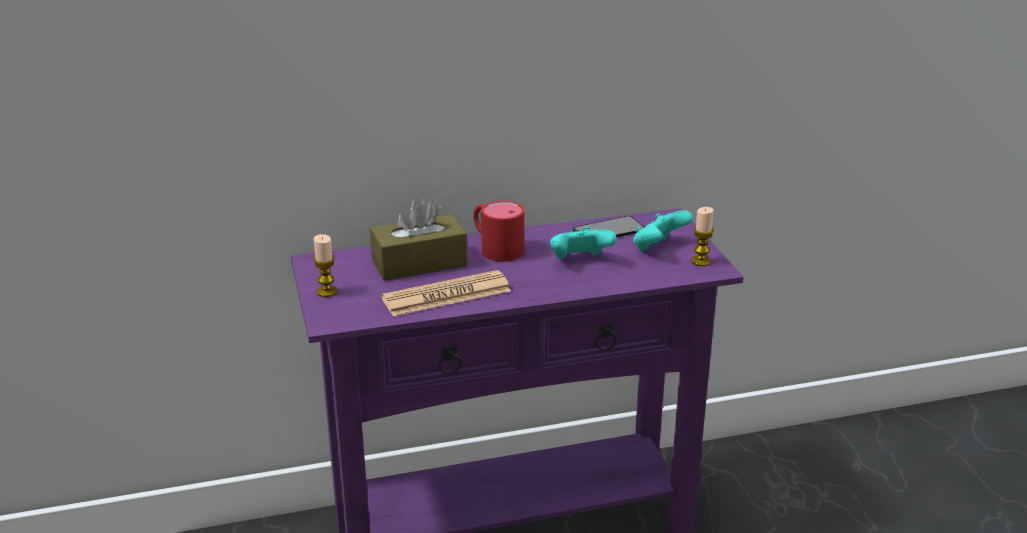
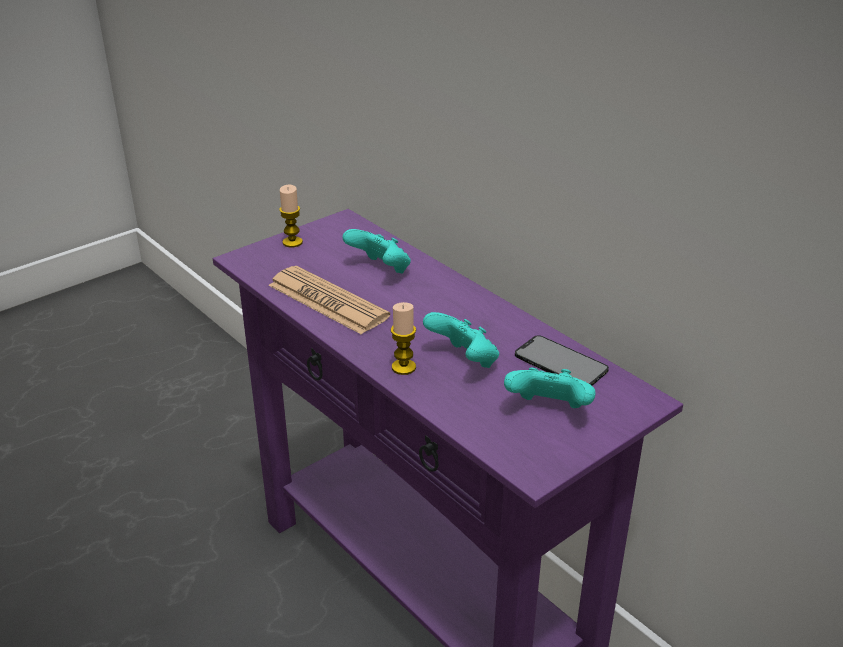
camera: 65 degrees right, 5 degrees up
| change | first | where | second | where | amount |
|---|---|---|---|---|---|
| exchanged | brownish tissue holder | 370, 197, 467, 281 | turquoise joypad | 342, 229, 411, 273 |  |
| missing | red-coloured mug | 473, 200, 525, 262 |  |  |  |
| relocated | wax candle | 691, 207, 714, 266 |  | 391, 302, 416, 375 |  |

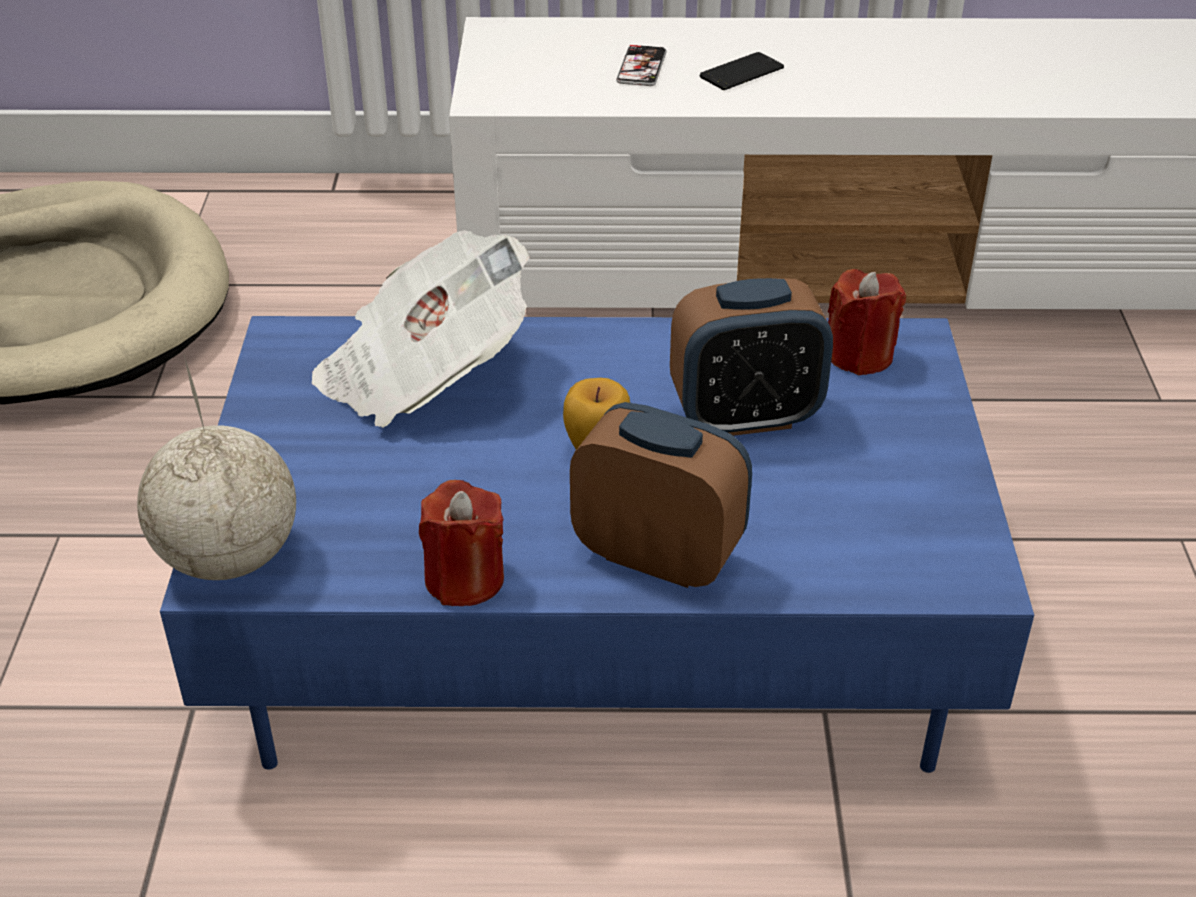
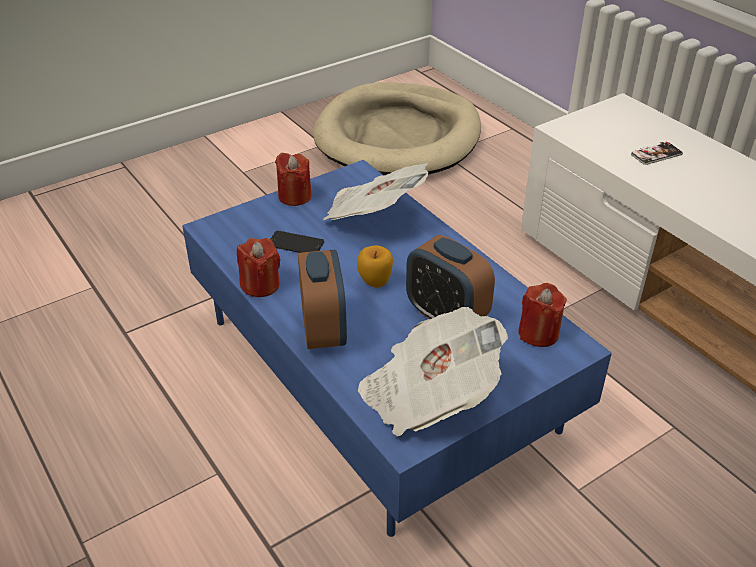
camera: 55 degrees right, 0 degrees up
| change | first | where | second | where | amount |
|---|---|---|---|---|---|
| missing | globe | 137, 352, 296, 580 |  |  |  |
| relocated | phone | 700, 52, 784, 90 |  | 270, 231, 324, 253 |  |
| appeared |  |  | red-coloured wax candle | 275, 153, 312, 206 |  |
| appeared |  |  | printed paper | 358, 307, 508, 437 |  |

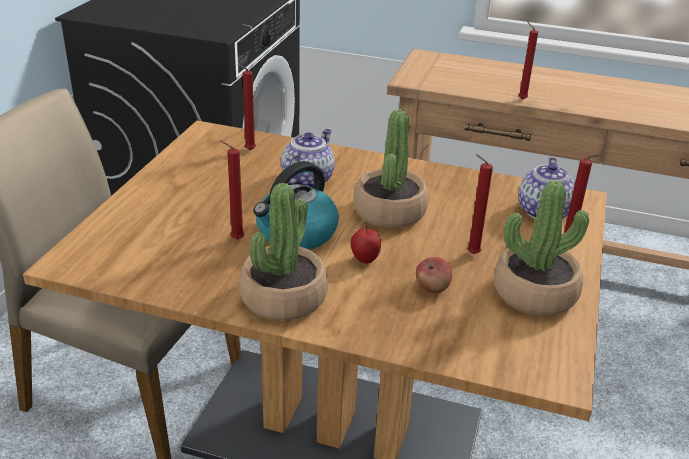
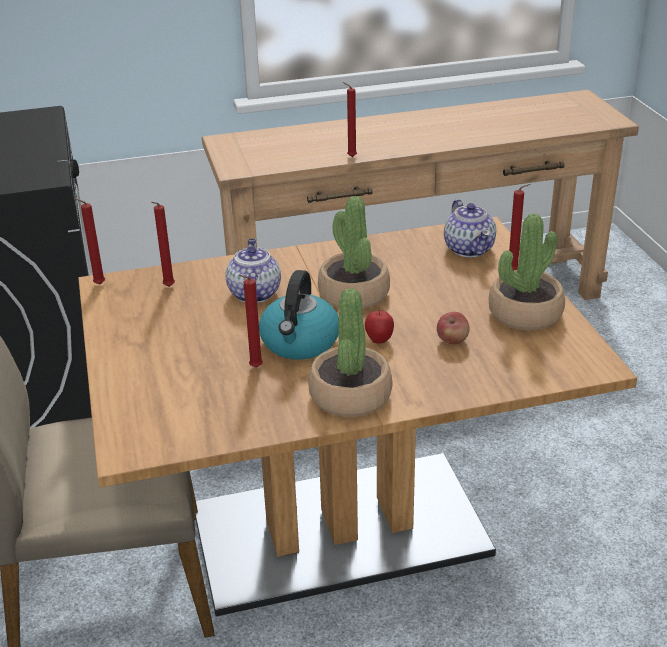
camera: 30 degrees left, 0 degrees up
| change | first | where | second | where | amount |
|---|---|---|---|---|---|
| relocated | red-coloured wax candle | 467, 154, 493, 254 |  | 74, 198, 105, 285 |  |

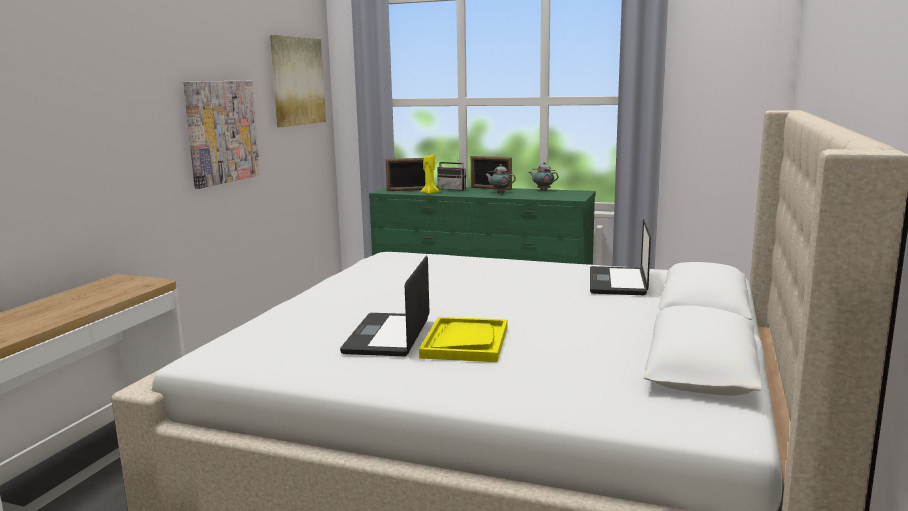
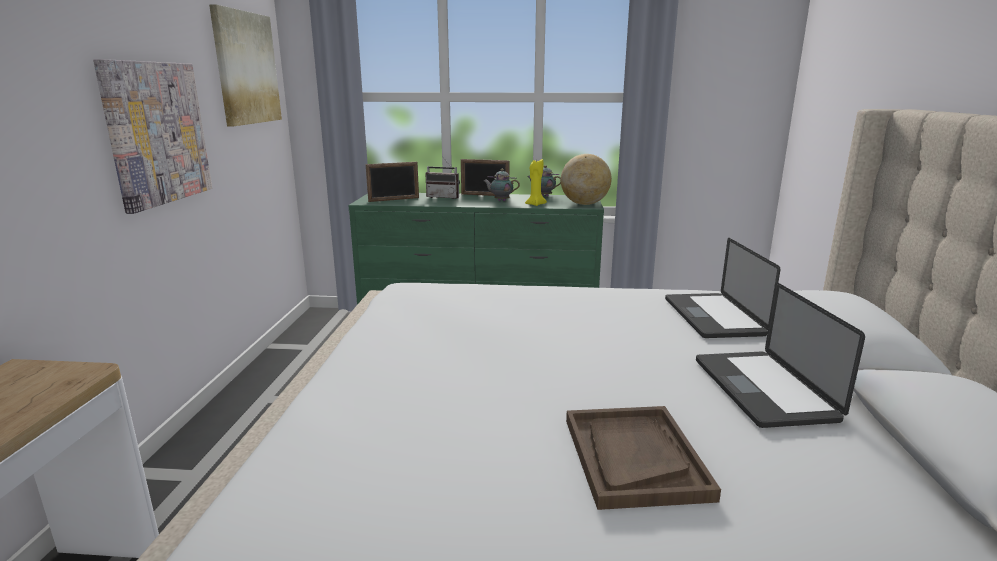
camera: 15 degrees left, 5 degrees up
| change | first | where | second | where | amount |
|---|---|---|---|---|---|
| relocated | notebook computer | 340, 256, 429, 356 |  | 696, 283, 865, 428 |  |
| colour | yellow-coloured tray | 419, 317, 507, 362 | brownish tray | 566, 406, 721, 510 |  |
| relocated | yellow-coloured wax candle | 420, 155, 439, 194 |  | 525, 158, 547, 206 |  |
| appeared |  |  | globe | 561, 154, 612, 205 |  |

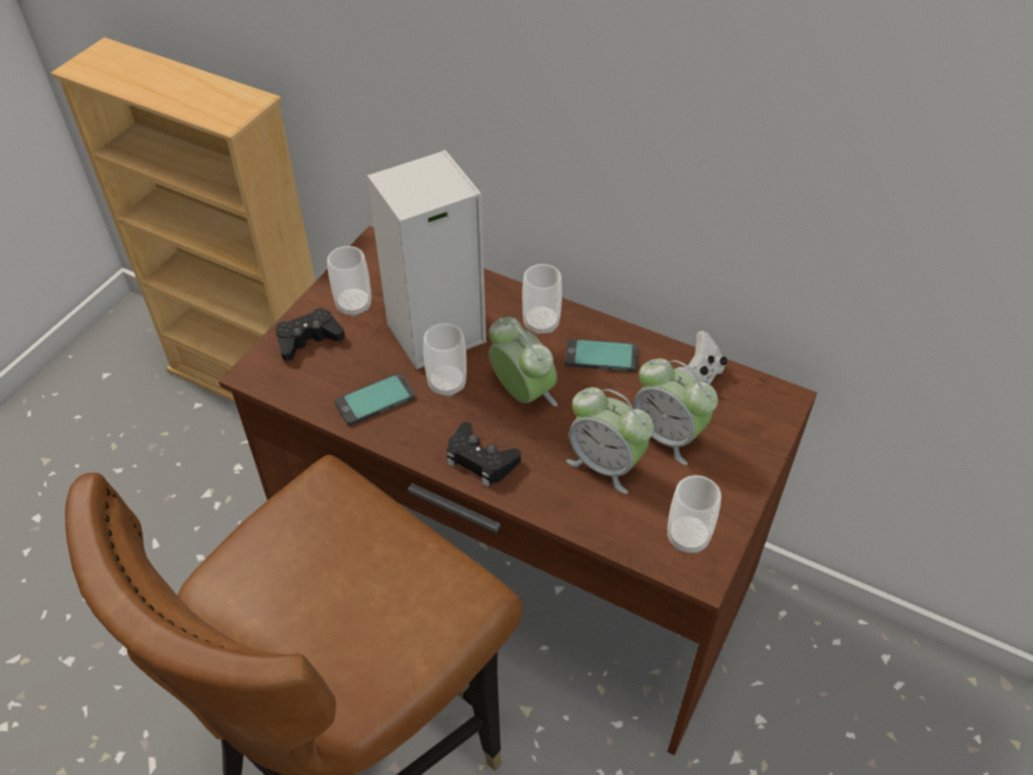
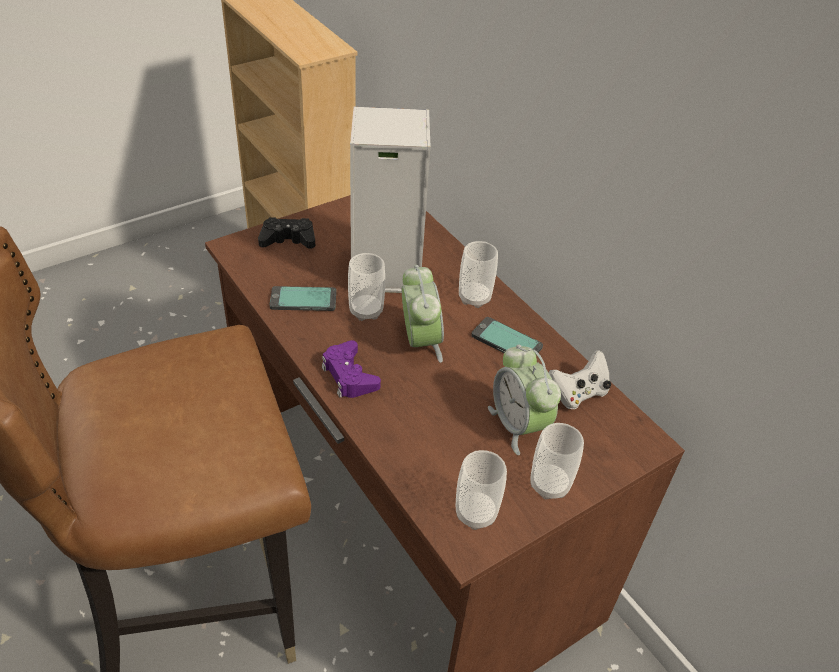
camera: 25 degrees right, 5 degrees down
| change | first | where | second | where | amount |
|---|---|---|---|---|---|
| relocated | drinking cup | 327, 246, 371, 317 |  | 530, 423, 584, 499 |  |
| colour | blackish joypad | 447, 422, 521, 487 | purple joypad | 322, 340, 381, 398 |  |
| missing | bedside clock | 566, 387, 654, 494 |  |  |  |

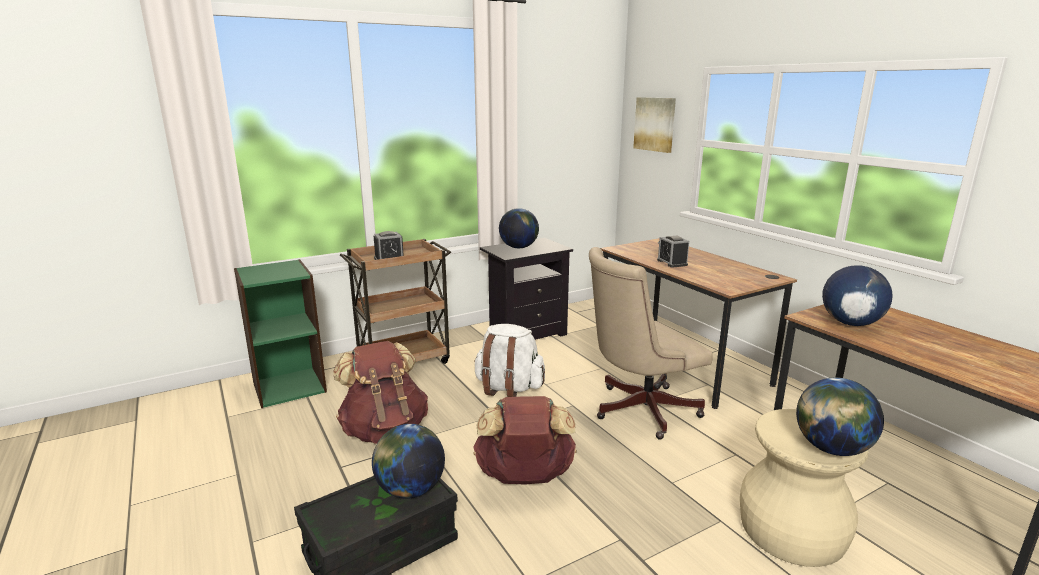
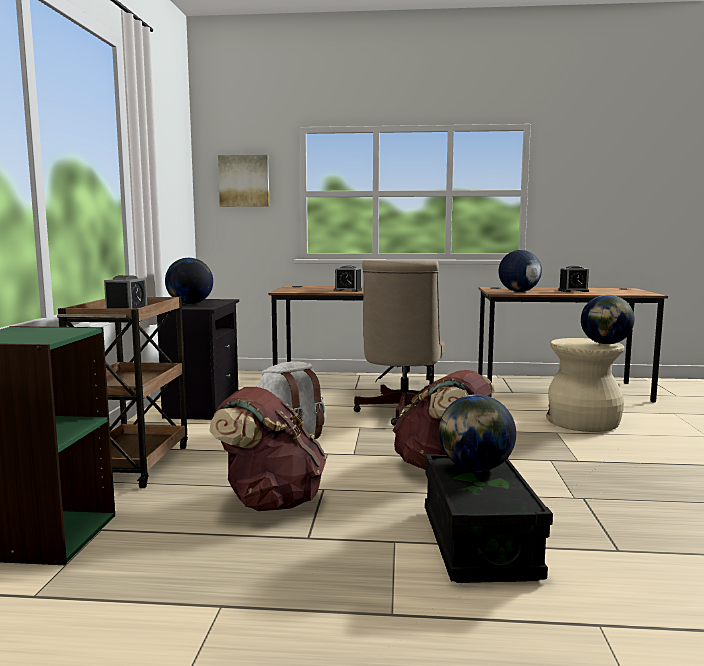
camera: 55 degrees left, 10 degrees down
| change | first | where | second | where | amount |
|---|---|---|---|---|---|
| appeared |  |  | bedside clock | 558, 266, 589, 292 |  |

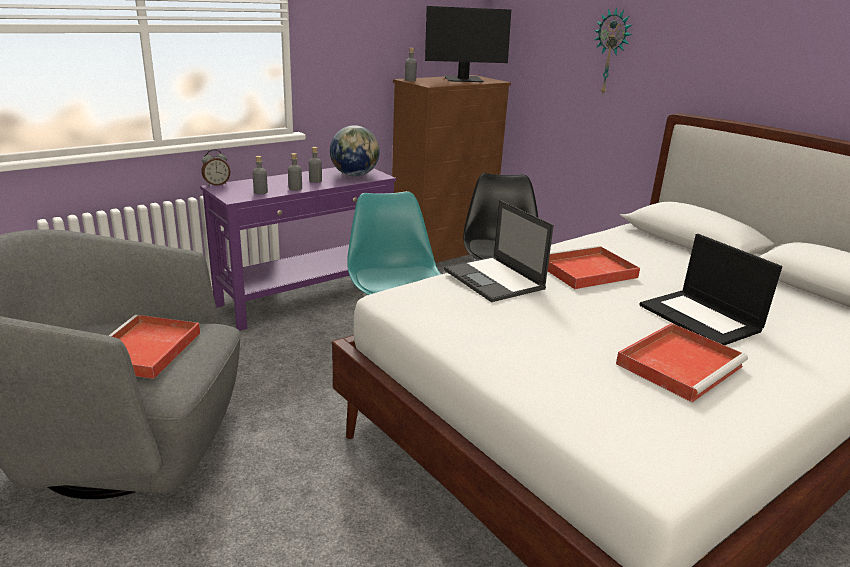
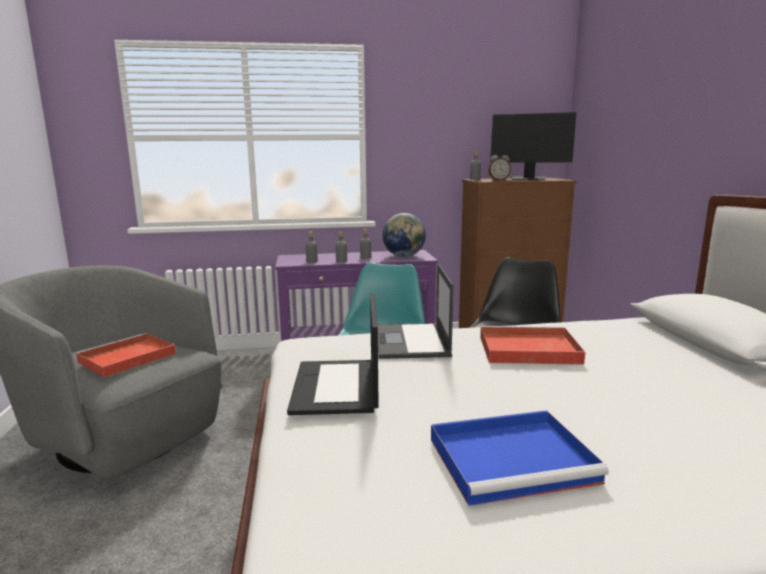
camera: 30 degrees right, 10 degrees down
| change | first | where | second | where | amount |
|---|---|---|---|---|---|
| relocated | bedside clock | 201, 149, 230, 186 |  | 488, 151, 511, 181 |  |
| missing | wall clock | 594, 7, 632, 96 |  |  |  |
| colour | red-coloured tray | 616, 323, 748, 402 | blue tray | 431, 410, 609, 506 |  |
| relocated | notebook computer | 639, 234, 782, 345 |  | 287, 293, 379, 415 |  |

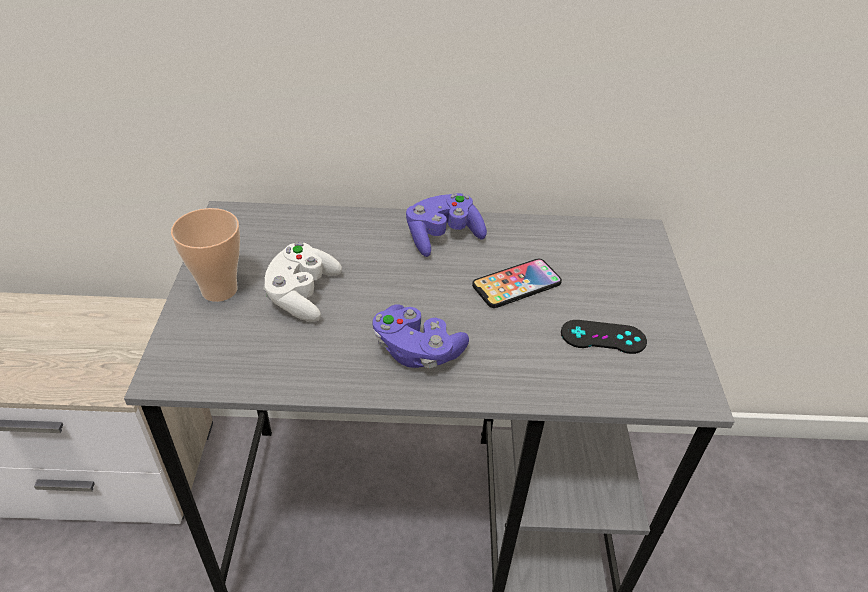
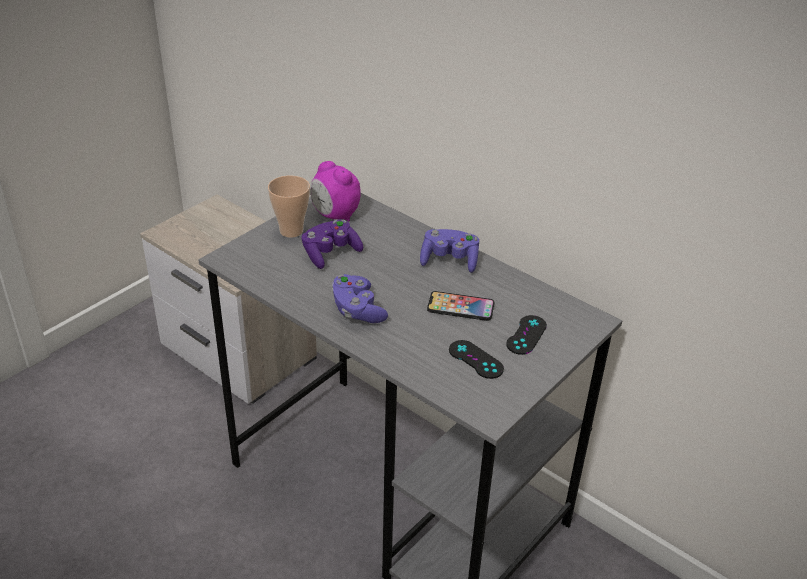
camera: 40 degrees right, 5 degrees down
| change | first | where | second | where | amount |
|---|---|---|---|---|---|
| colour | whitish joypad | 263, 242, 342, 322 | purple joypad | 302, 219, 363, 269 |  |
| appeared |  |  | bedside clock | 310, 161, 361, 222 |  |
| appeared |  |  | blackish joypad | 506, 315, 547, 355 |  |

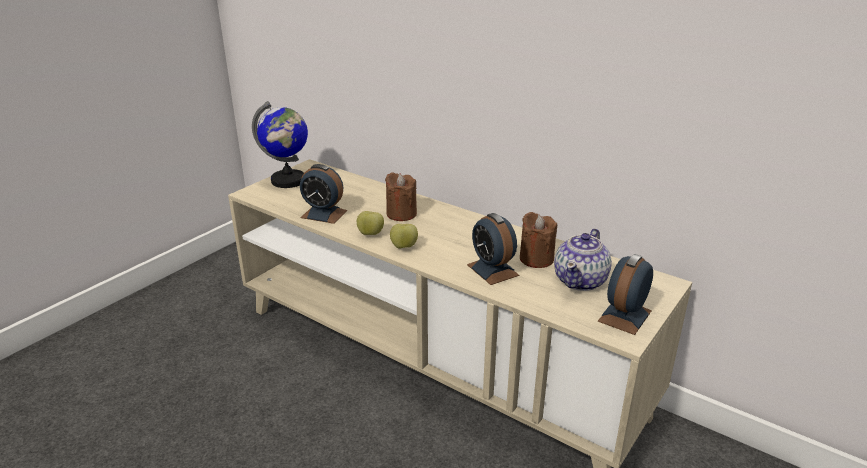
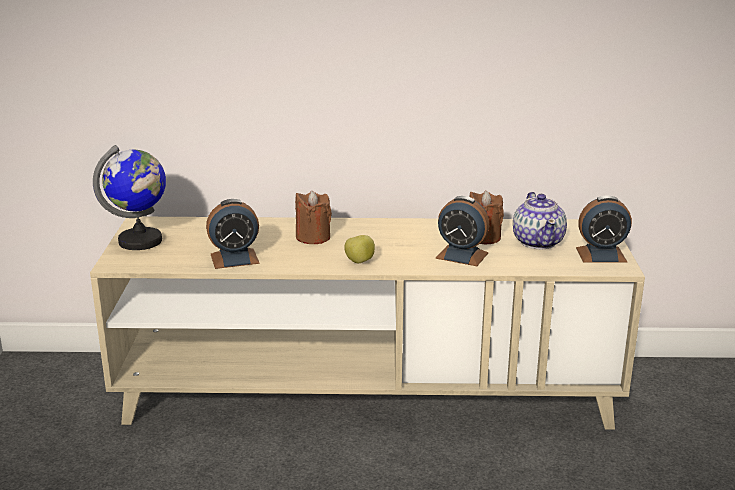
camera: 35 degrees left, 5 degrees down
| change | first | where | second | where | amount |
|---|---|---|---|---|---|
| missing | apple fruit | 357, 211, 384, 235 |  |  |  |
| spun | bedside clock | 598, 254, 653, 335 |  | 576, 195, 632, 263 | 90 degrees counterclockwise |

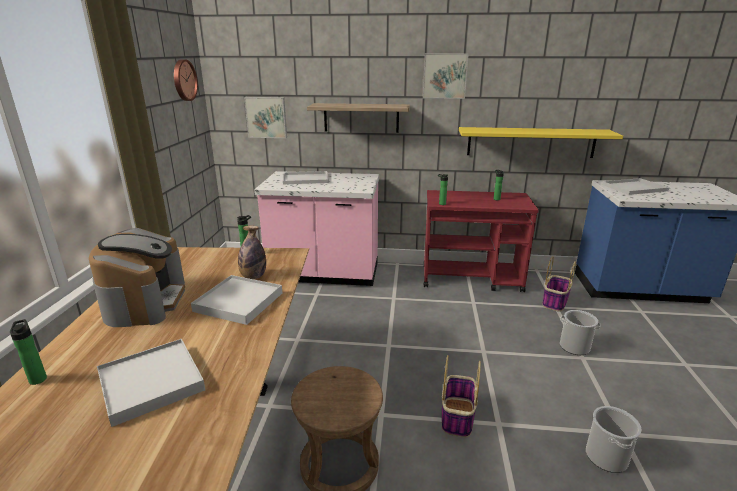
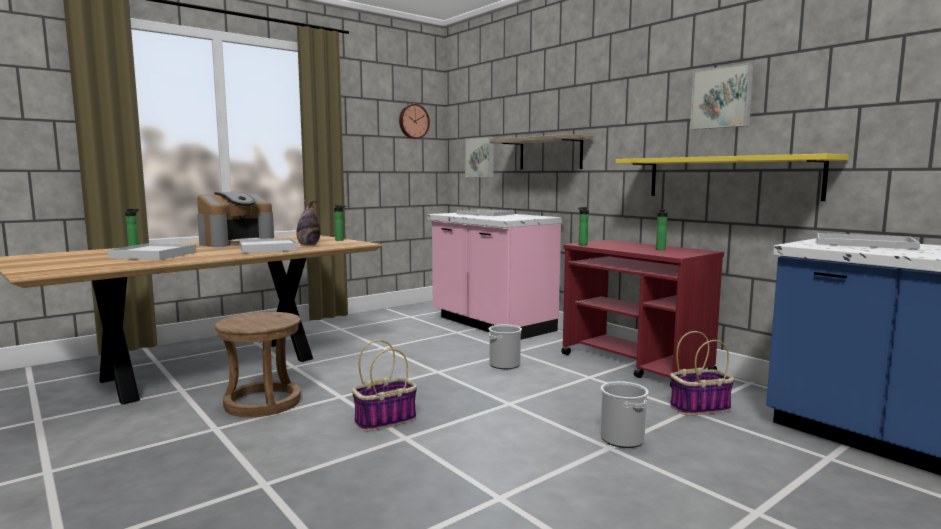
camera: 45 degrees right, 15 degrees down
| change | first | where | second | where | amount |
|---|---|---|---|---|---|
| relocated | wall picture | 423, 53, 469, 99 |  | 690, 63, 754, 130 |  |
| relocated | water bucket | 586, 406, 641, 473 |  | 489, 324, 522, 369 |  |

